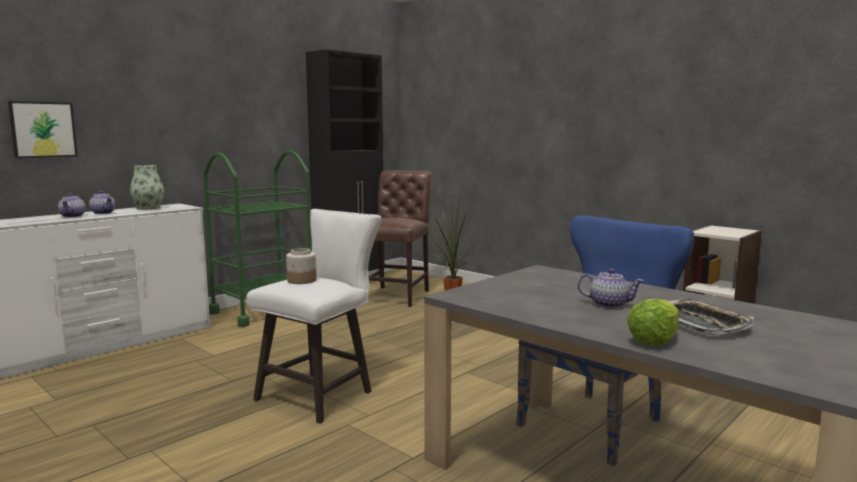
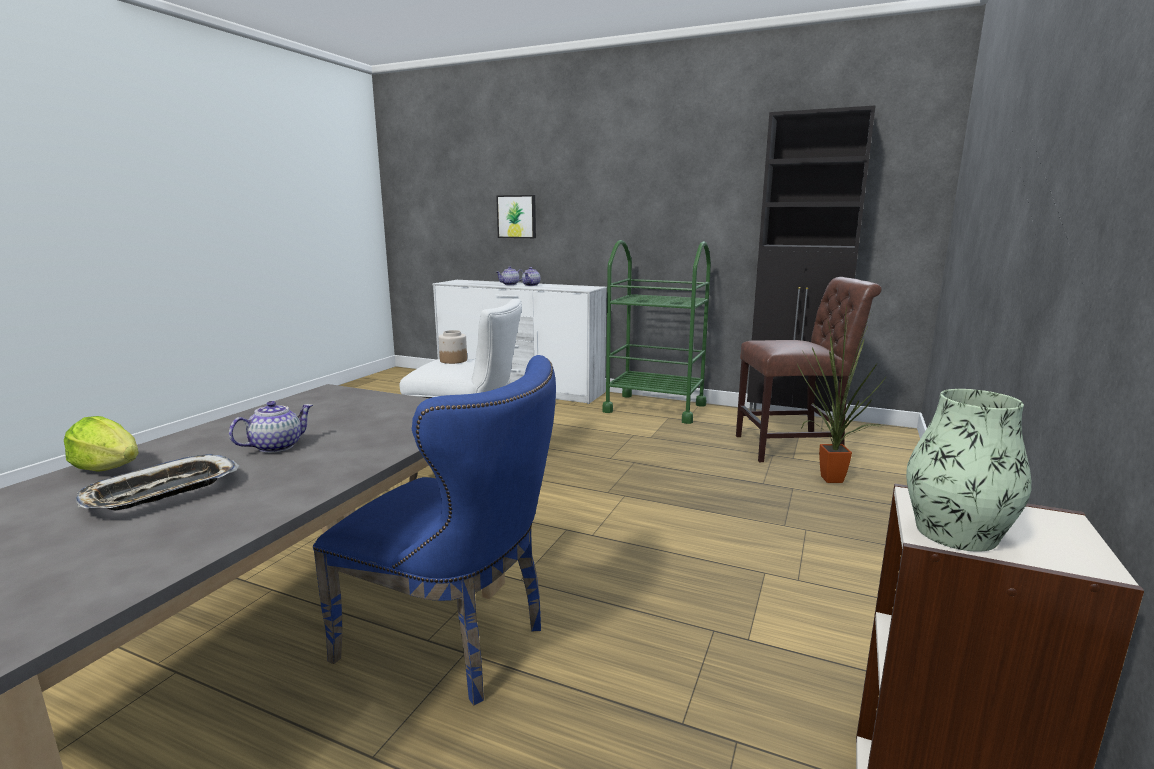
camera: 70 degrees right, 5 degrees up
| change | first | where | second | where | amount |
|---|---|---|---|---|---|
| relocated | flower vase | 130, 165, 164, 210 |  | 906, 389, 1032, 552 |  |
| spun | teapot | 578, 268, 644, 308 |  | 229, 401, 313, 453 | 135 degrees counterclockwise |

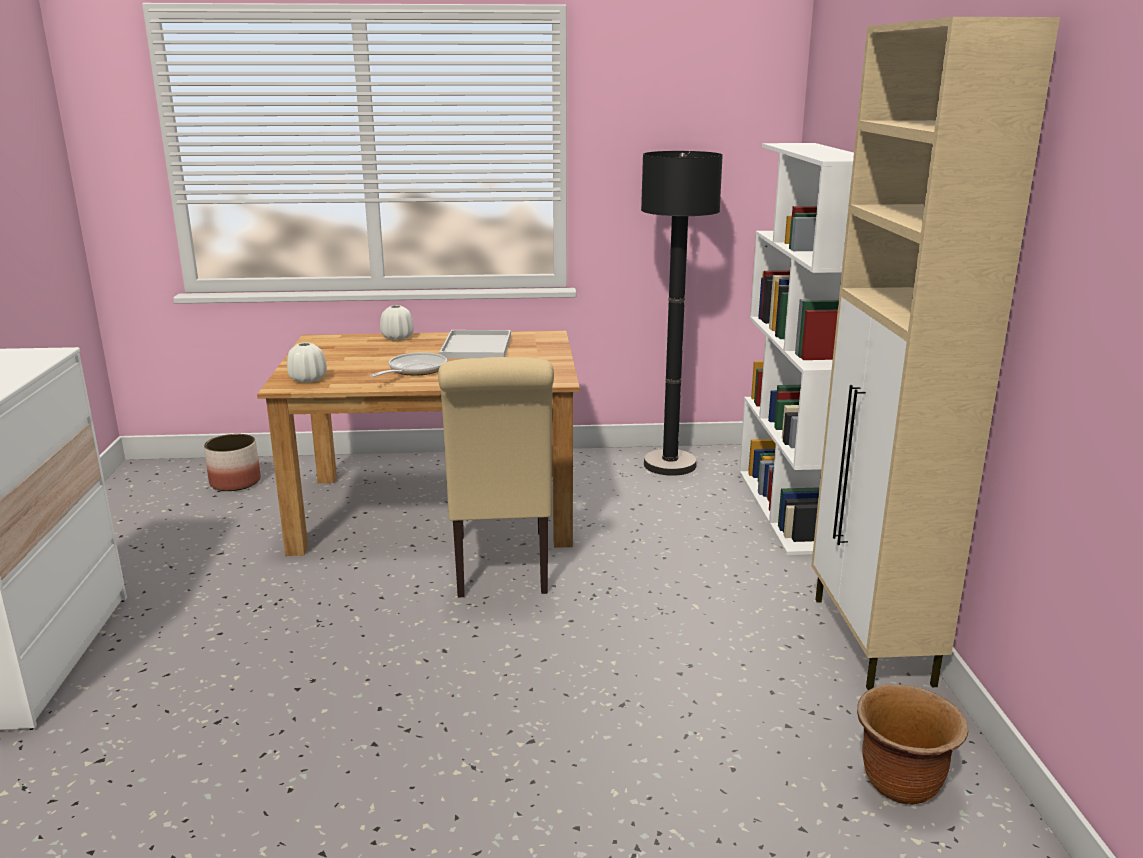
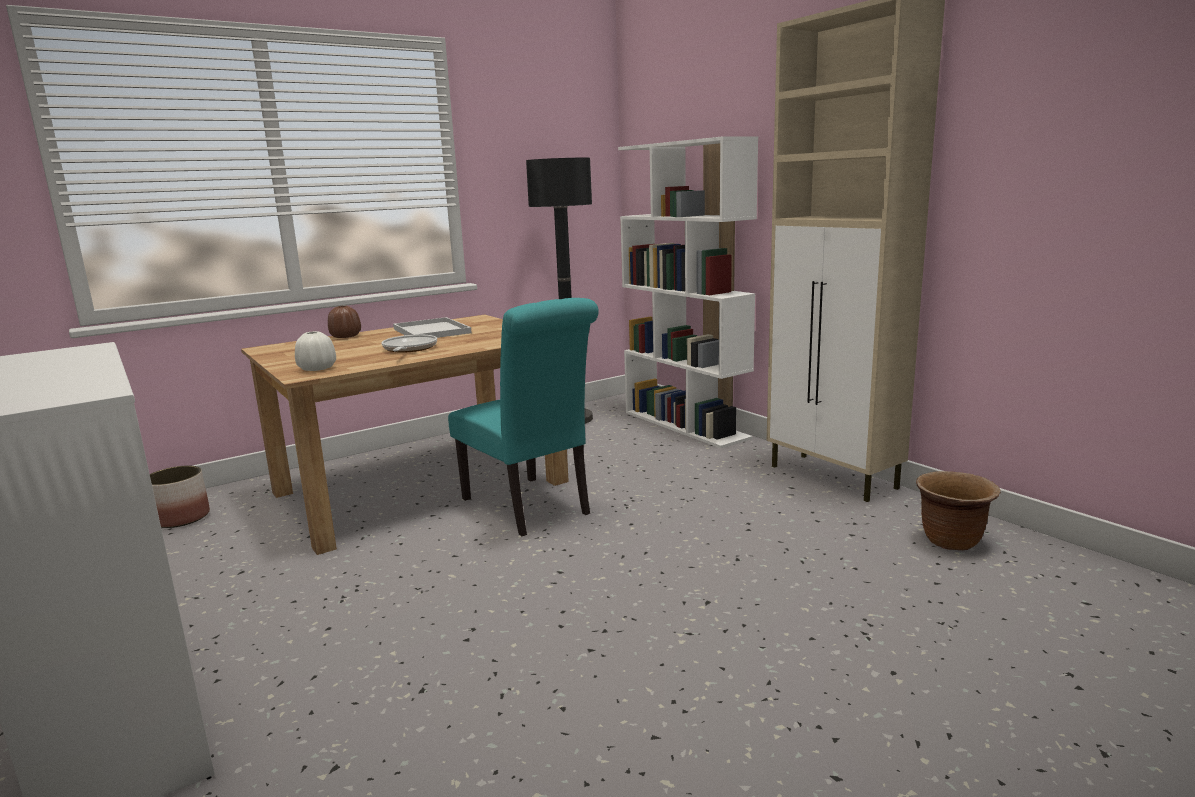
camera: 30 degrees left, 5 degrees down
| change | first | where | second | where | amount |
|---|---|---|---|---|---|
| colour | whitish flower vase | 380, 305, 413, 340 | brownish flower vase | 328, 306, 361, 338 |  |
| colour | beige-coloured chair | 438, 357, 554, 597 | turquoise chair | 448, 298, 599, 536 |  |

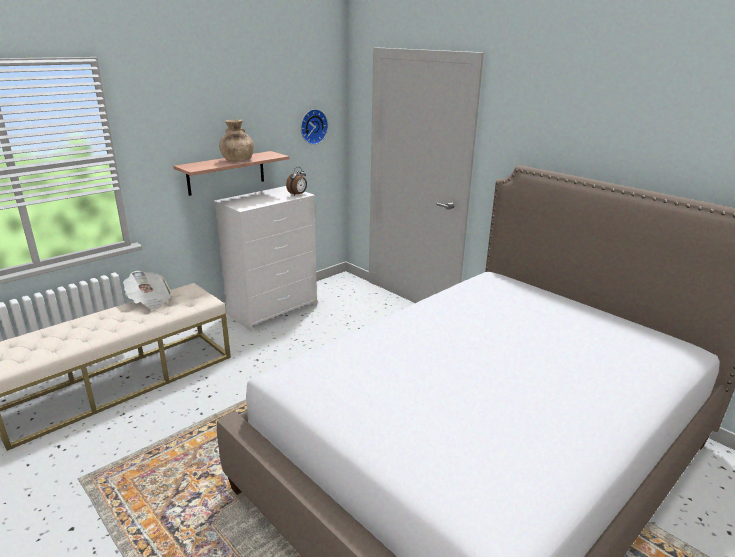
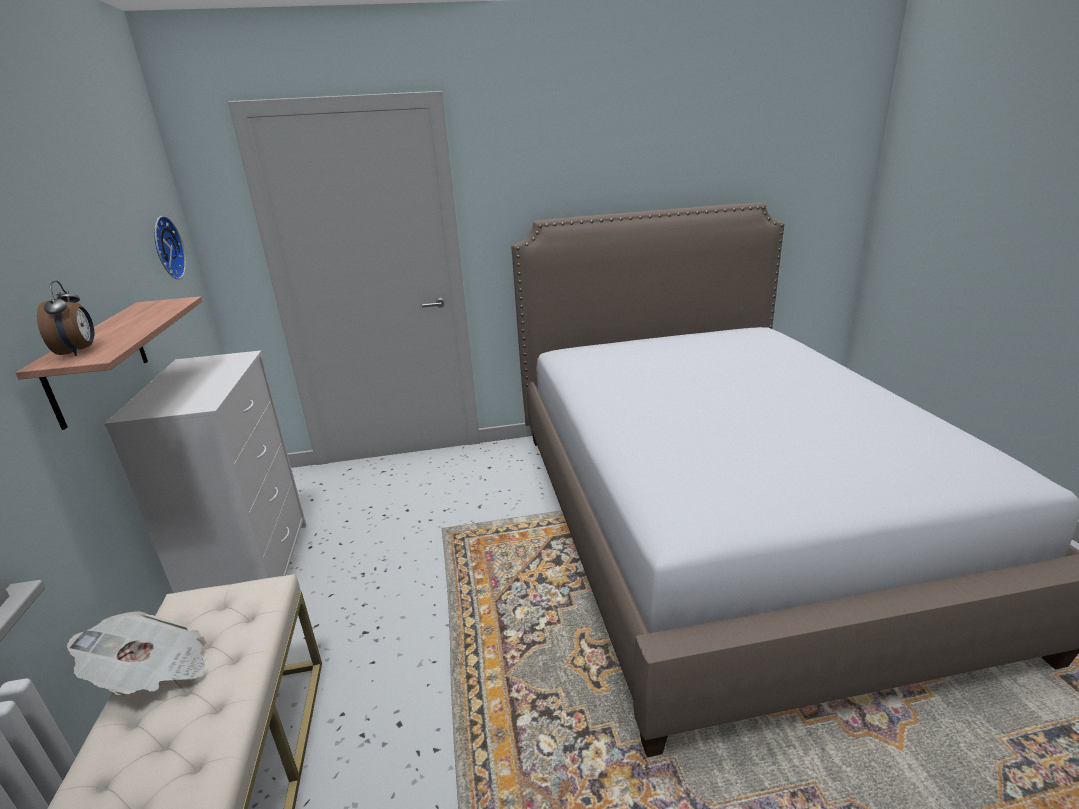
camera: 55 degrees left, 0 degrees up
| change | first | where | second | where | amount |
|---|---|---|---|---|---|
| missing | brownish flower vase | 219, 119, 254, 162 |  |  |  |
| relocated | bedside clock | 286, 167, 307, 196 |  | 37, 281, 94, 356 |  |

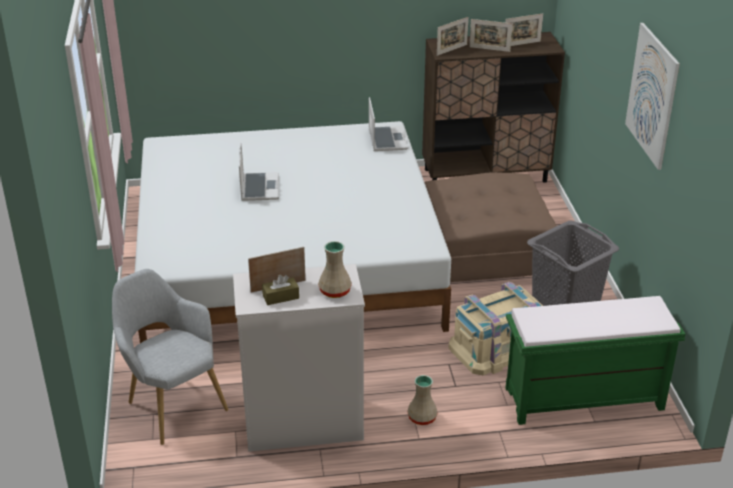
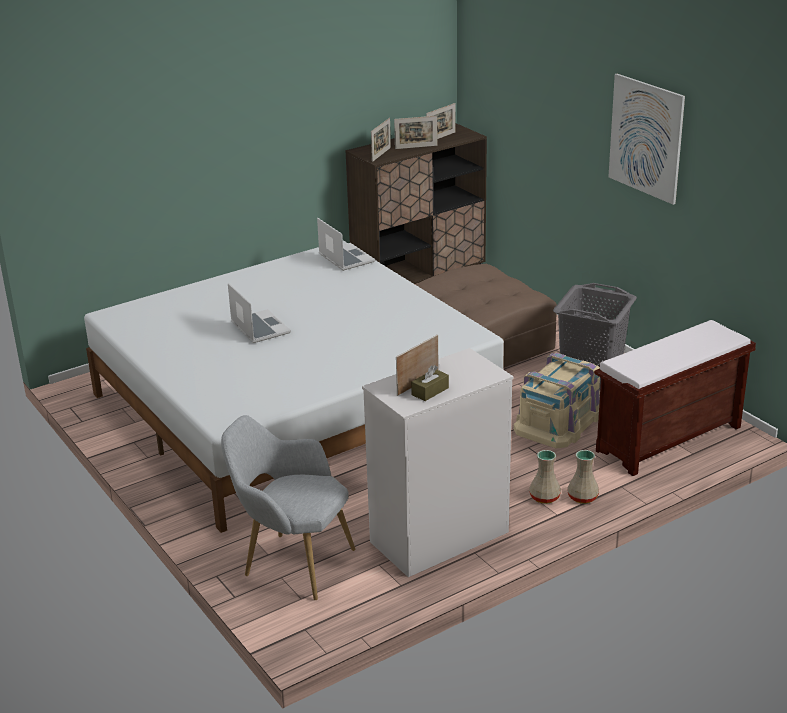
camera: 25 degrees left, 5 degrees down
| change | first | where | second | where | amount |
|---|---|---|---|---|---|
| relocated | beige-coloured flower vase | 318, 241, 352, 298 |  | 568, 450, 599, 504 |  |
| colour | green long seat | 505, 296, 685, 425 | brownish long seat | 594, 320, 756, 476 |  |

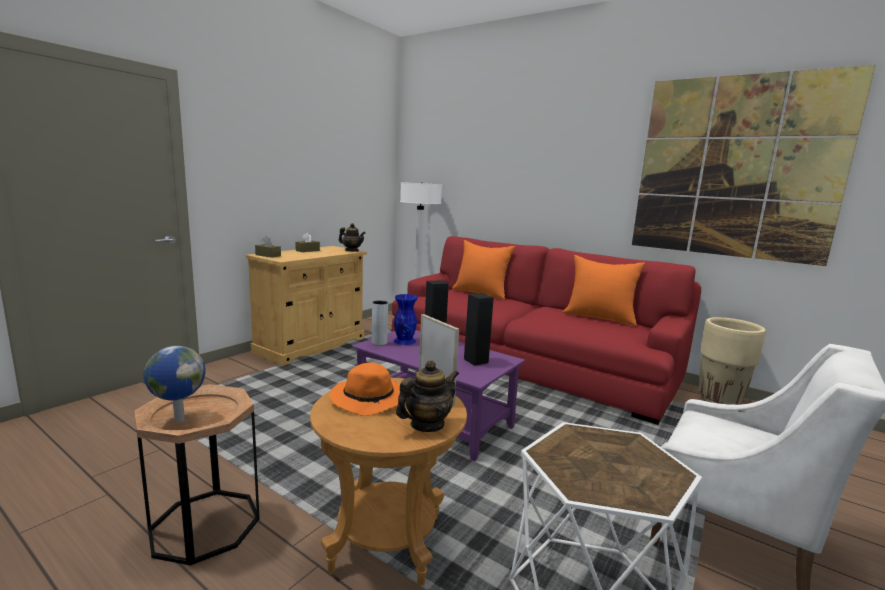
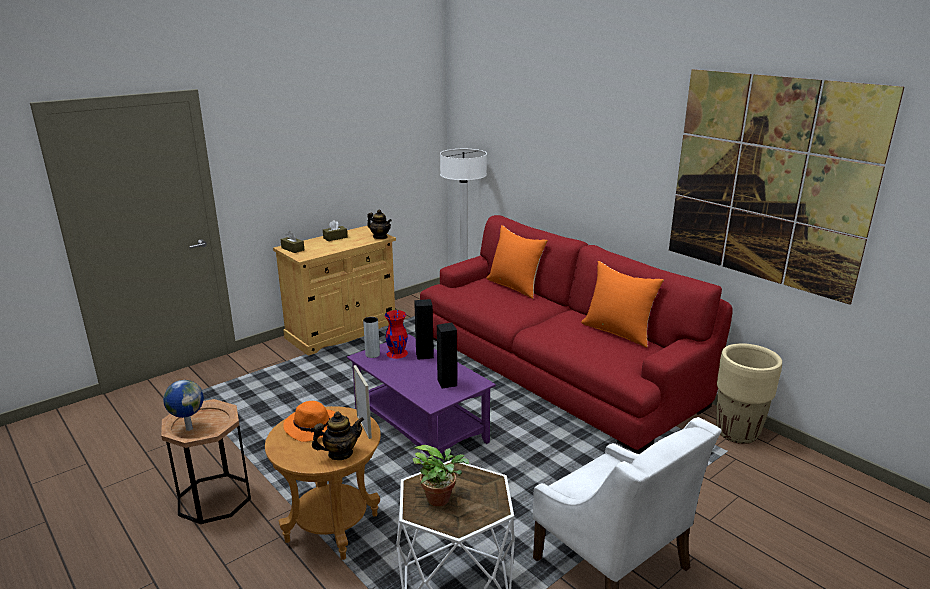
camera: 15 degrees right, 10 degrees up
| change | first | where | second | where | amount |
|---|---|---|---|---|---|
| colour | blue flower vase | 394, 294, 418, 345 | red-coloured flower vase | 385, 310, 408, 359 |  |
| appeared |  |  | potted plant | 413, 445, 470, 507 |  |

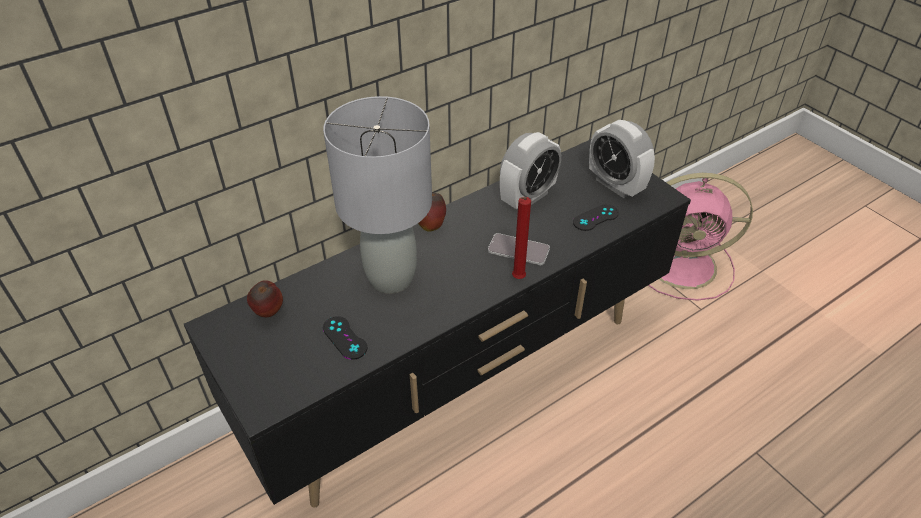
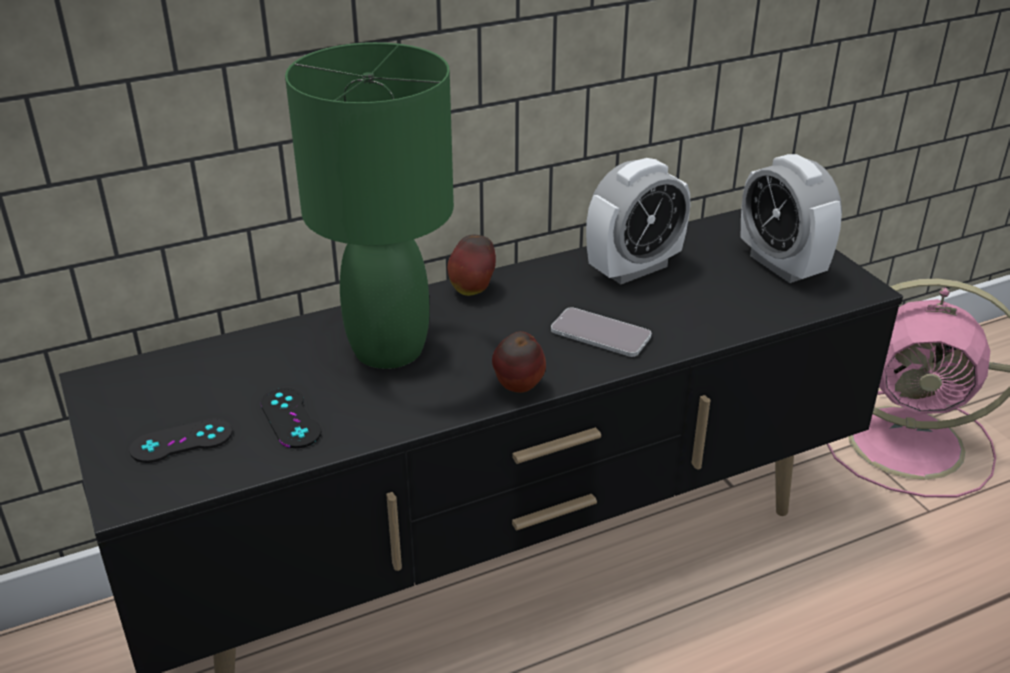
camera: 10 degrees right, 10 degrees down
| change | first | where | second | where | amount |
|---|---|---|---|---|---|
| relocated | apple fruit | 247, 280, 283, 317 |  | 492, 331, 546, 393 |  |
| colour | grey tabletop lamp | 323, 96, 432, 294 | green tabletop lamp | 285, 42, 454, 369 |  |
| missing | red-coloured wax candle | 512, 197, 531, 279 |  |  |  |
| relocated | blackish joypad | 573, 204, 619, 231 |  | 129, 418, 233, 463 |  |

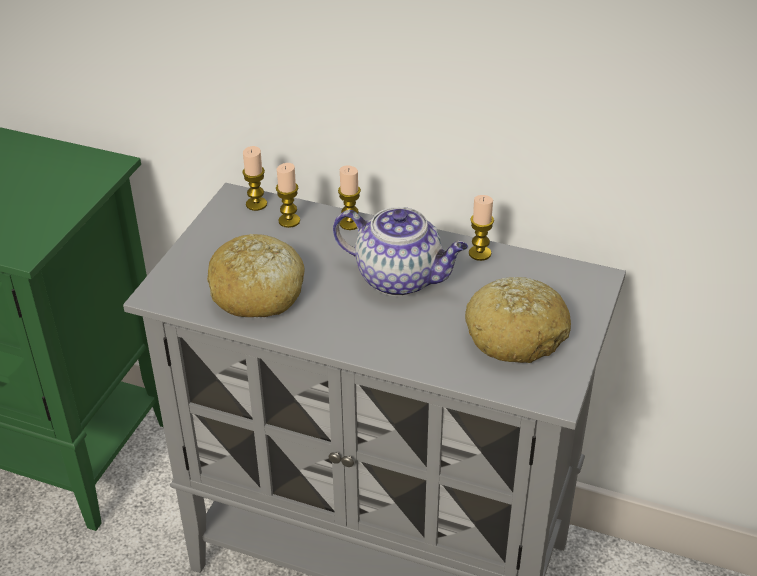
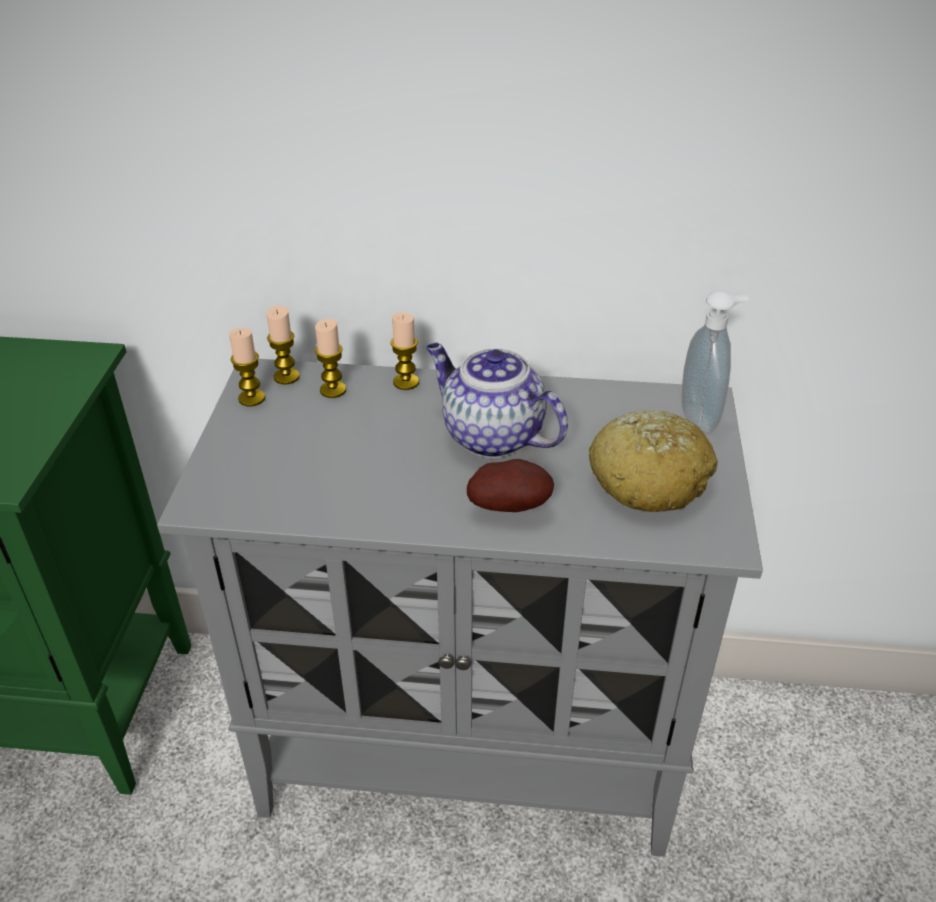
camera: 15 degrees left, 0 degrees up
| change | first | where | second | where | amount |
|---|---|---|---|---|---|
| missing | bakery bread | 207, 234, 304, 317 |  |  |  |
| spun | teapot | 333, 207, 468, 296 |  | 426, 343, 568, 458 | 150 degrees counterclockwise |
| relocated | wax candle | 469, 195, 494, 261 |  | 229, 328, 265, 406 |  |
| appeared |  |  | whole potato | 467, 459, 554, 512 |  |
| appeared |  |  | soap bottle | 682, 291, 749, 433 |  |

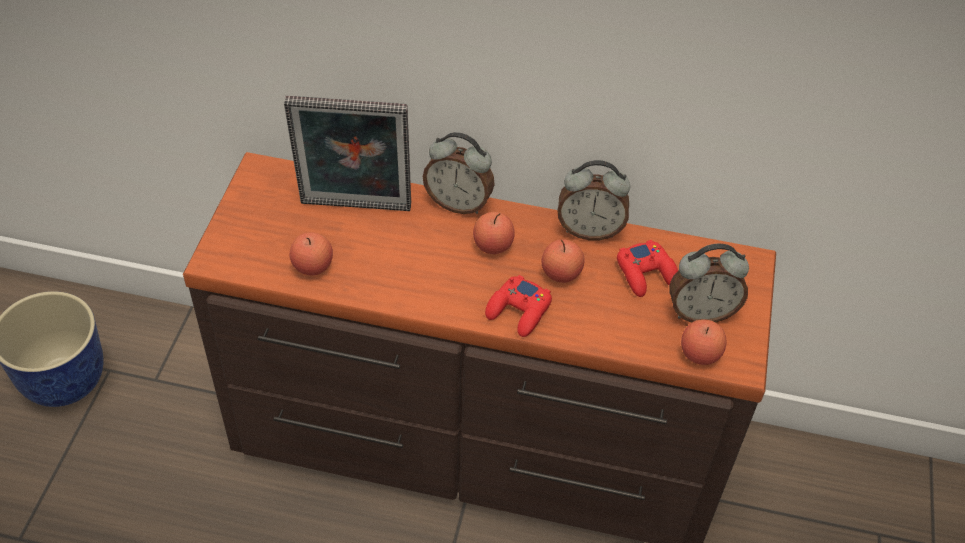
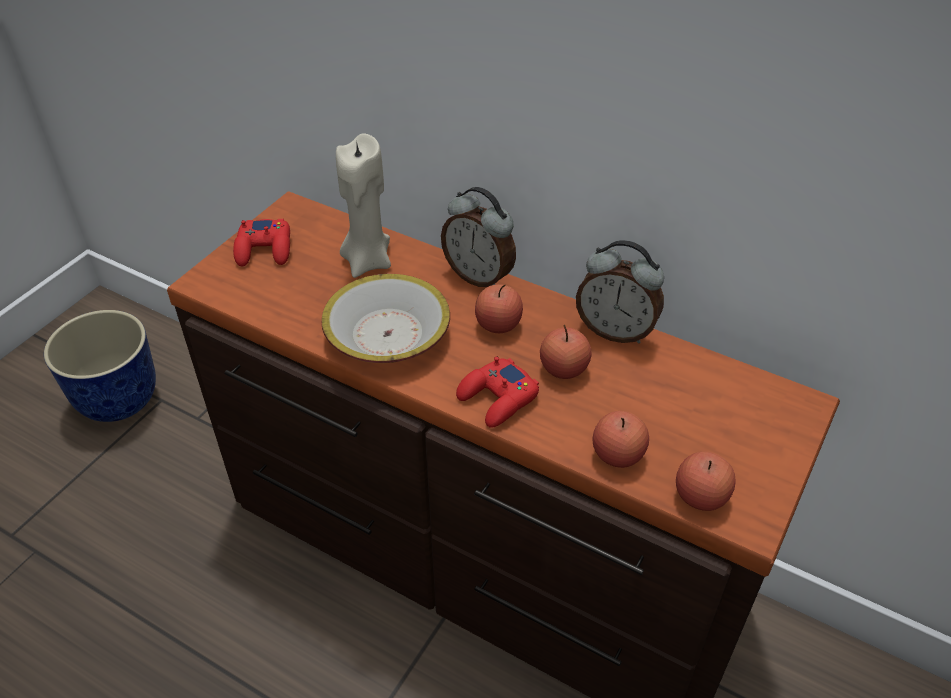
camera: 20 degrees right, 5 degrees down
| change | first | where | second | where | amount |
|---|---|---|---|---|---|
| exchanged | photo frame | 284, 96, 411, 211 | beige-coloured wax candle | 336, 133, 391, 278 |  |
| relocated | apple fruit | 290, 232, 333, 276 |  | 593, 411, 649, 468 |  |
| relocated | red-coloured joypad | 617, 240, 678, 297 |  | 233, 219, 290, 267 |  |
| missing | bedside clock | 669, 243, 749, 323 |  |  |  |
| appeared |  |  | serving bowl | 321, 274, 450, 363 |  |

